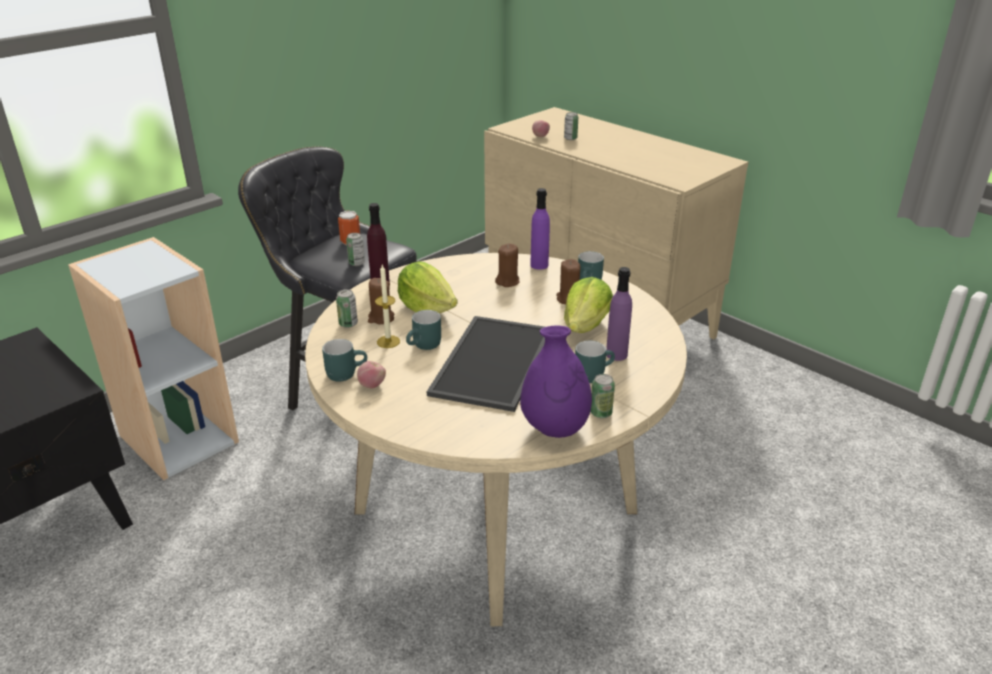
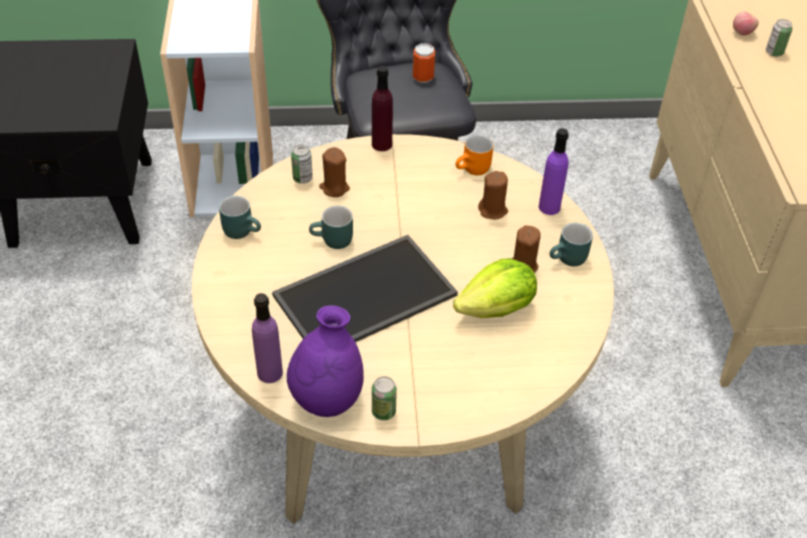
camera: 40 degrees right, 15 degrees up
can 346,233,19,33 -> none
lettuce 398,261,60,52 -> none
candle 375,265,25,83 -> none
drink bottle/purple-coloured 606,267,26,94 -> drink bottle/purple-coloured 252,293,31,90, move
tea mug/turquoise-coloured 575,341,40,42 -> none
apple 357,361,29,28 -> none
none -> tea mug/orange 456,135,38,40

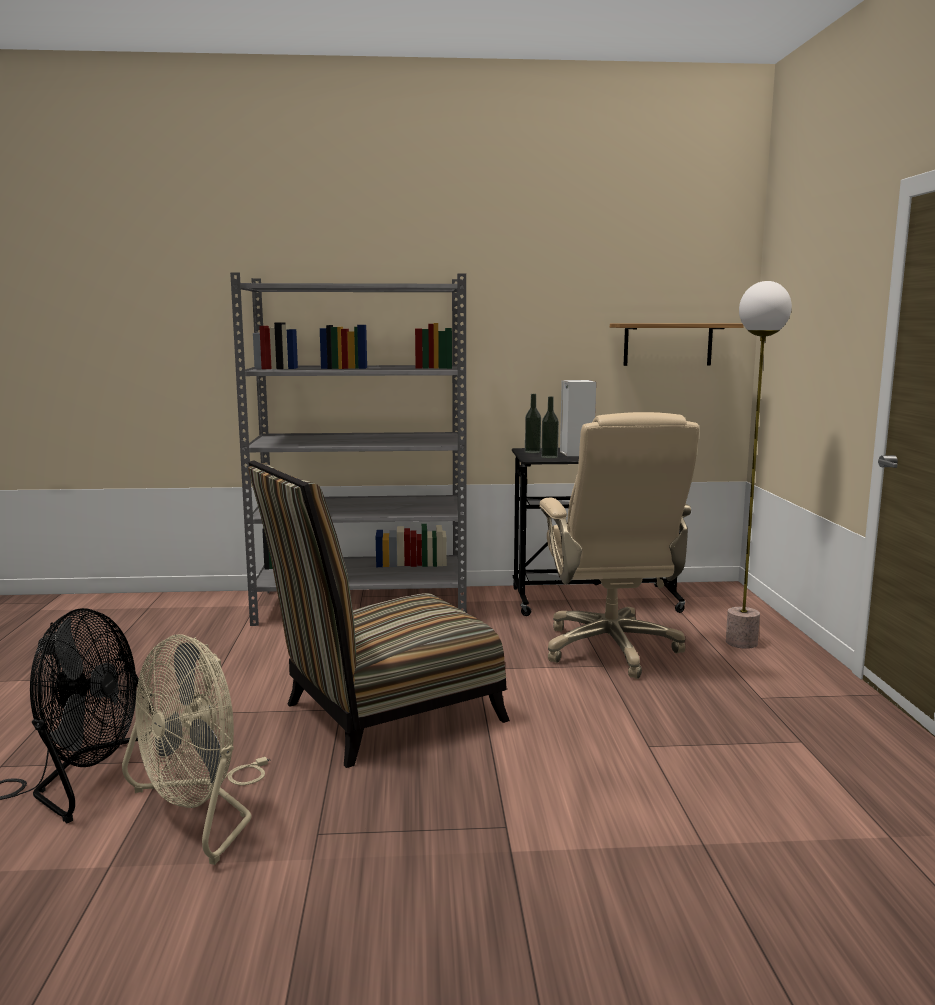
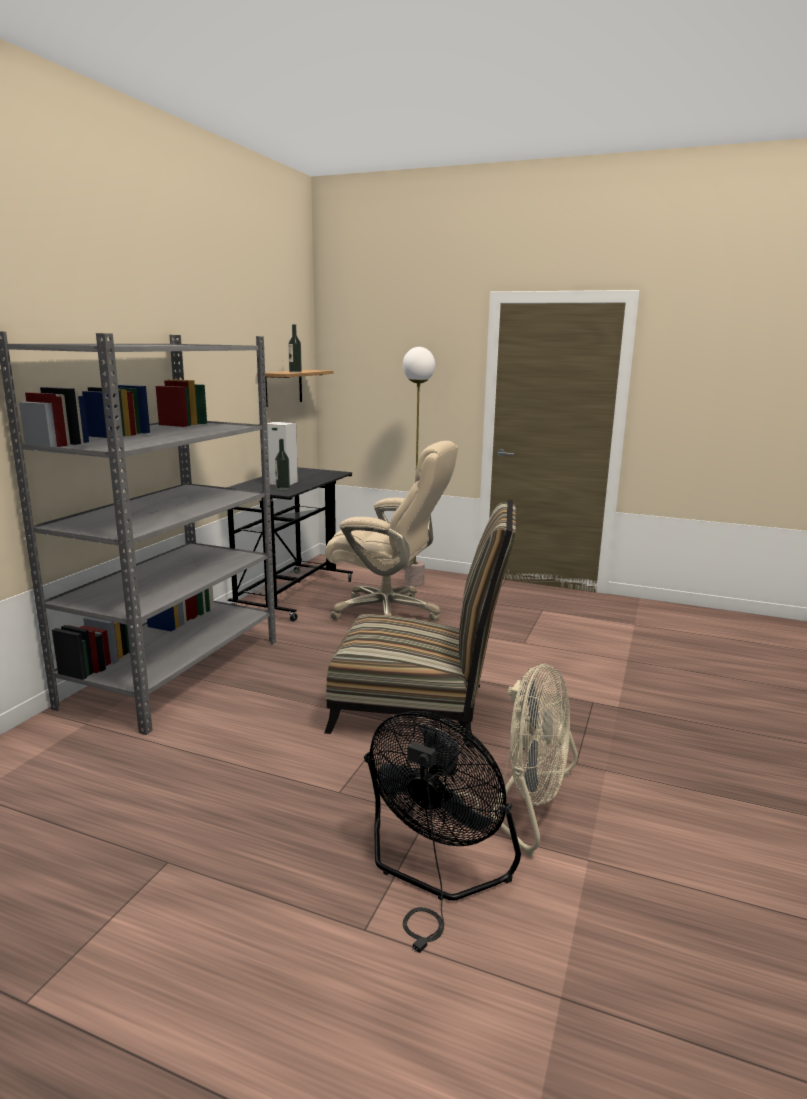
camera: 65 degrees left, 5 degrees up
drink bottle 525,394,16,59 -> drink bottle 288,324,14,48, move
chair 248,460,262,308 -> chair 324,500,192,248, 75 degrees counterclockwise
fan/sand-coloured 122,634,148,231 -> fan/sand-coloured 456,664,122,193, 45 degrees counterclockwise

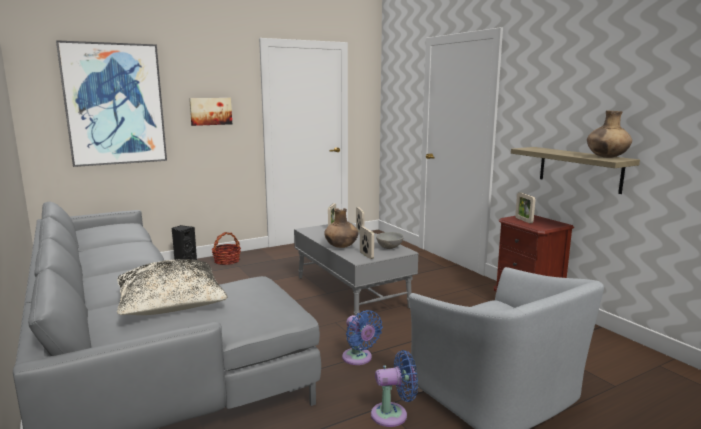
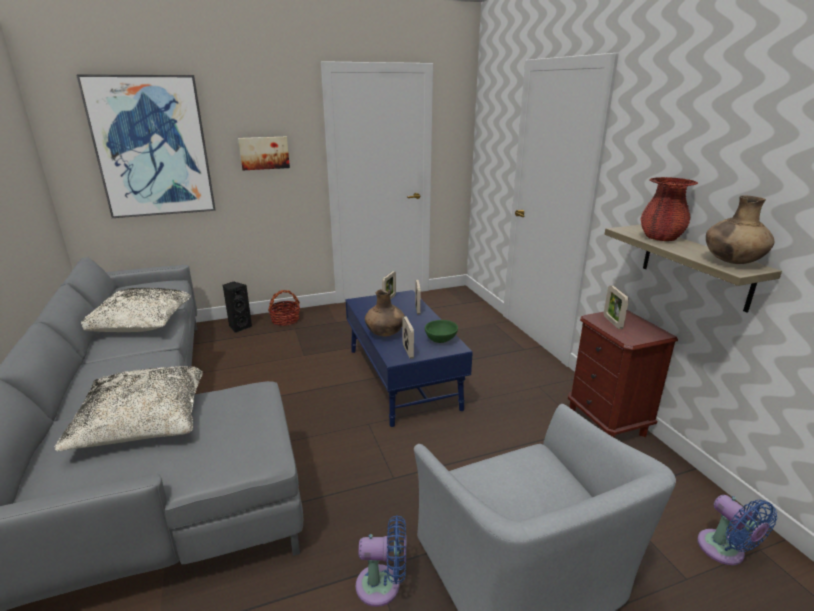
camera: 10 degrees right, 10 degrees up
coffee table/greyish 294,221,124,96 -> coffee table/bluish 345,290,128,137
serving bowl/greyish 376,232,28,17 -> serving bowl/green-coloured 425,320,33,23
fan/bluish 342,310,41,55 -> fan/bluish 697,495,80,70, move
none -> vase/red-coloured 641,177,57,64
none -> cushion/sand-coloured 81,288,109,44

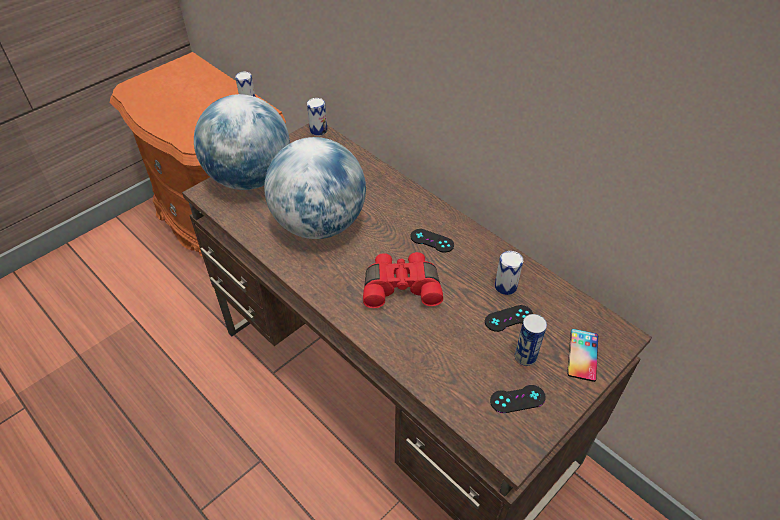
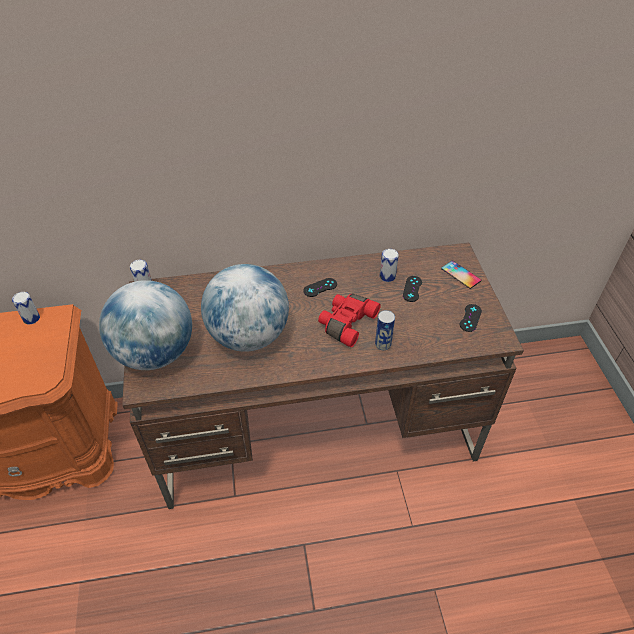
camera: 55 degrees left, 0 degrees up
can 515,314,32,52 -> can 375,310,20,40, move

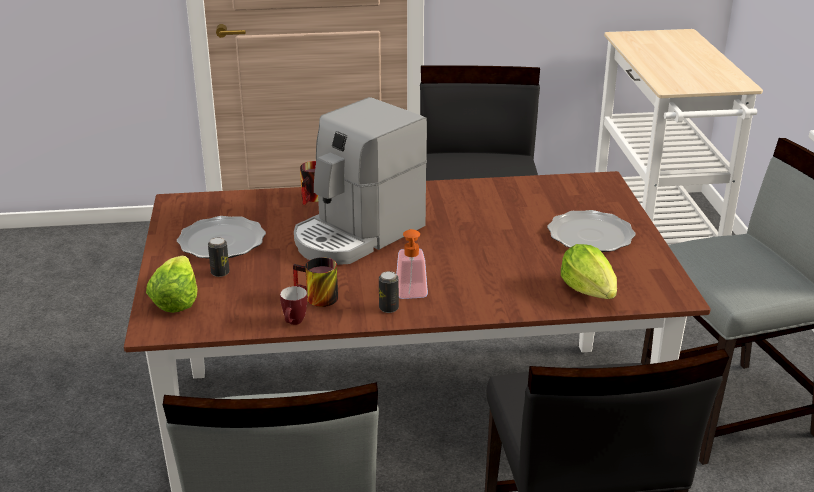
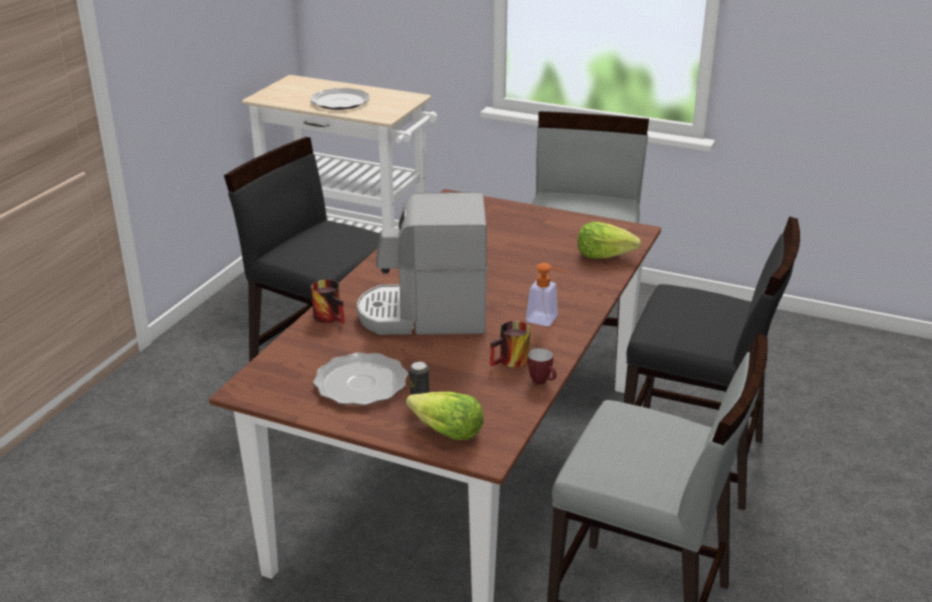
camera: 60 degrees left, 0 degrees up
coffee machine 294,97,133,168 -> coffee machine 357,192,130,143, 105 degrees clockwise
flat dish 547,210,89,42 -> flat dish 310,88,60,22, move
can 379,271,20,42 -> none

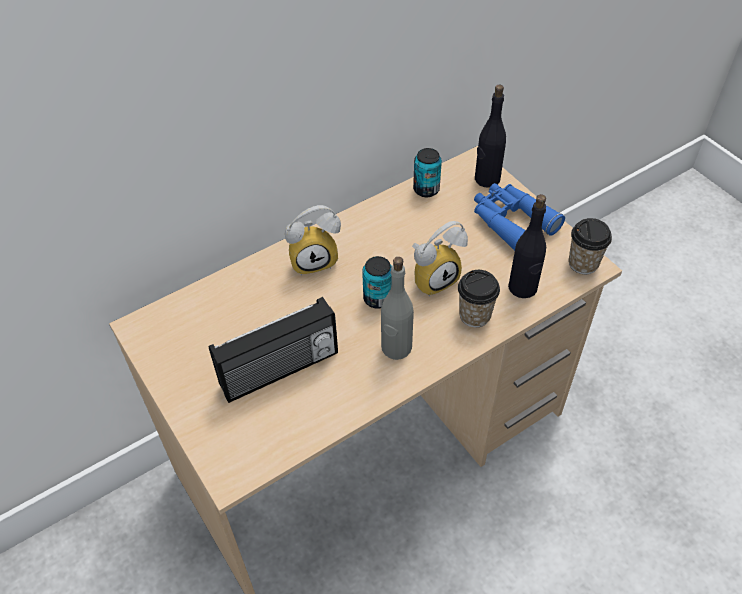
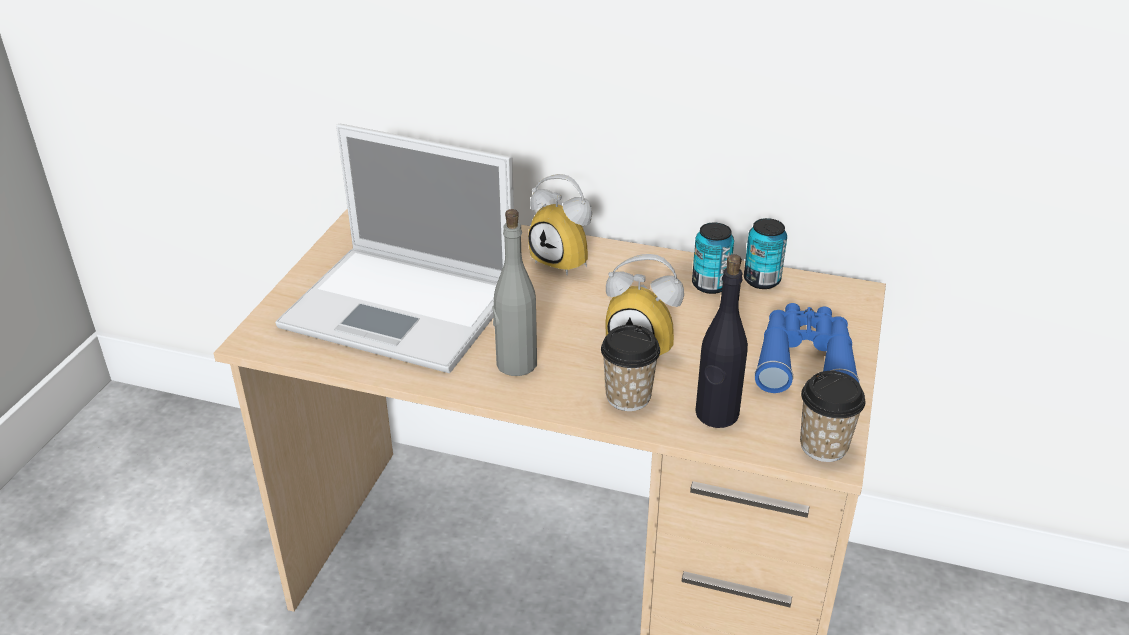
camera: 50 degrees right, 15 degrees down
drink bottle/black 475,85,31,103 -> none
can 362,256,30,53 -> can 692,223,42,71, move
radio set 209,297,129,106 -> notebook computer 275,124,239,249

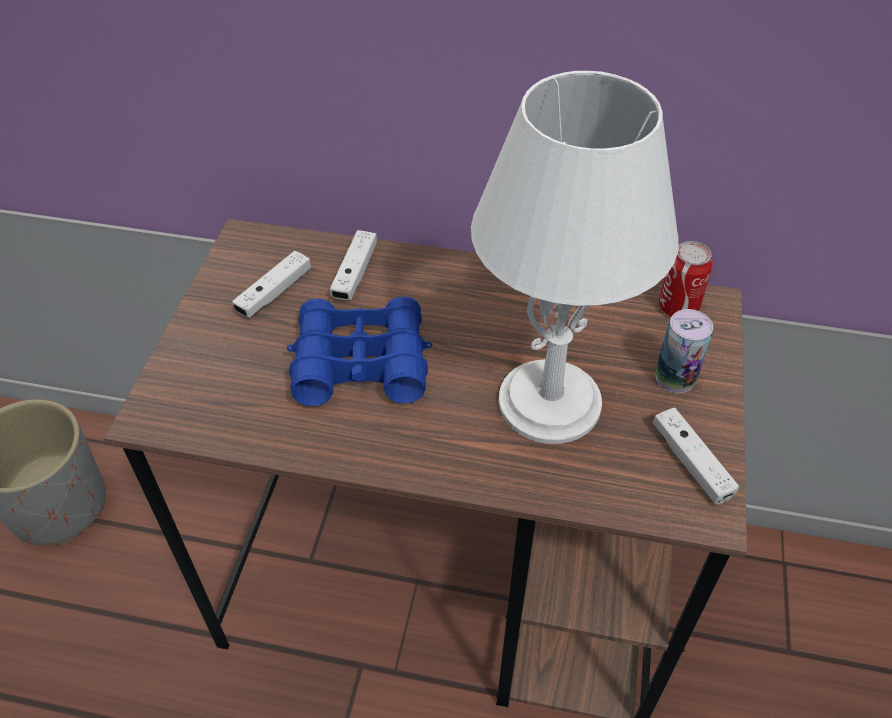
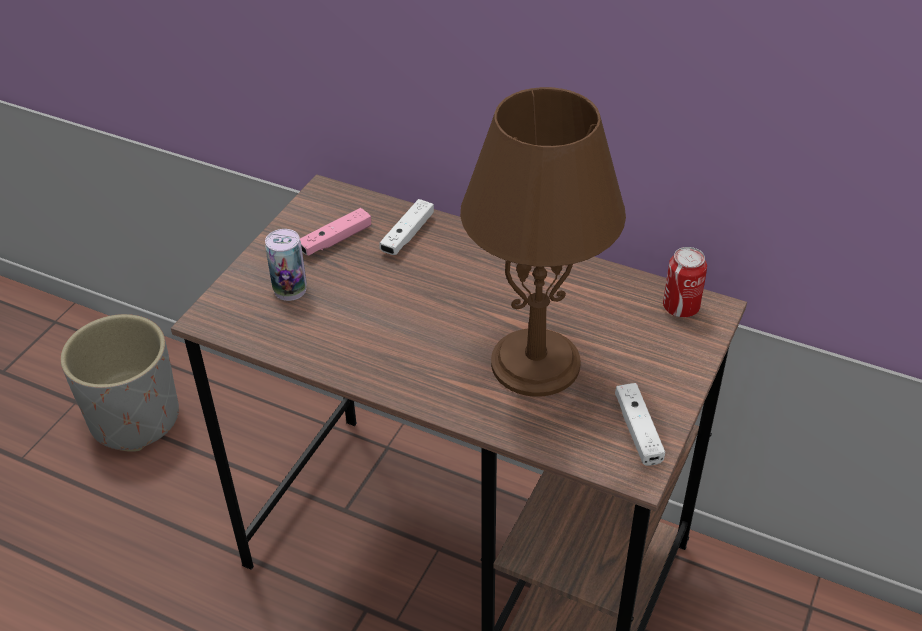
camera: 15 degrees right, 5 degrees down
table lamp/white-coloured 471,71,207,373 -> table lamp/brownish 460,87,166,310
gamepad/white-coloured 232,251,79,67 -> gamepad/pink-coloured 300,208,71,48
binoculars/bluish 287,297,145,109 -> none
can 656,309,57,85 -> can 265,229,42,72, move

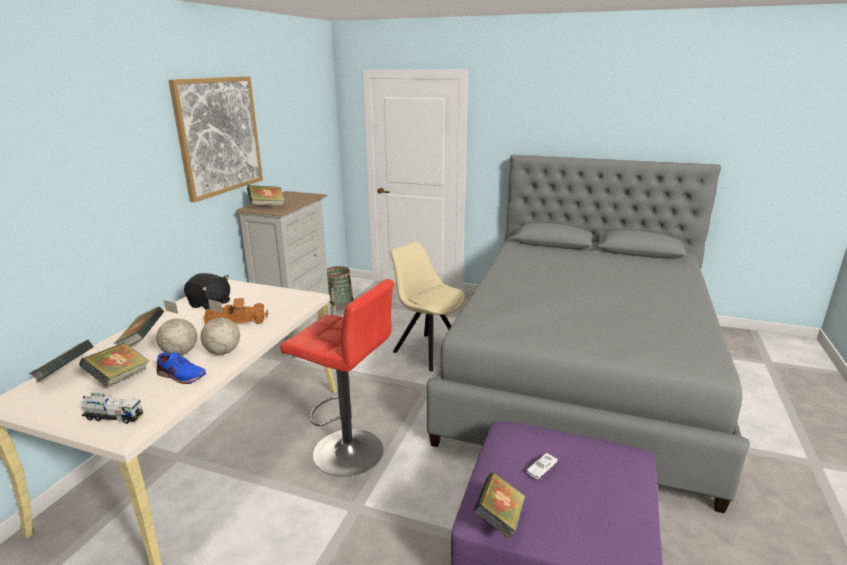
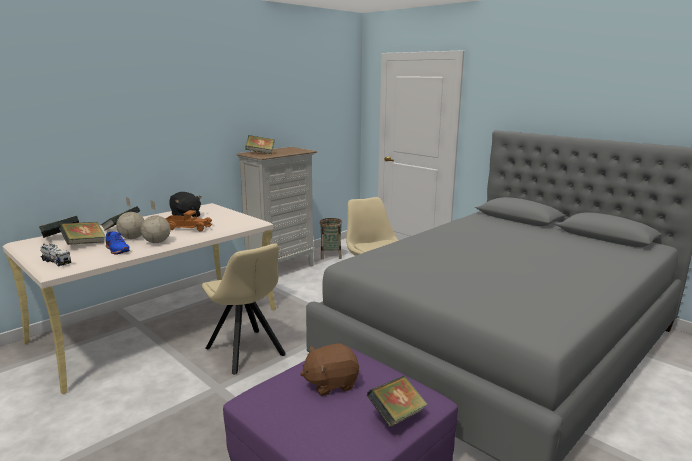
camera: 25 degrees right, 5 degrees down
picture 168,76,95,126 -> none
stool seat/red-coloured 280,279,114,198 -> chair/sand-coloured 202,243,84,132
miniature car/white-coloured 526,453,32,27 -> plush toy/brownish 300,343,59,53
volume 473,472,52,67 -> volume 367,376,61,51, move

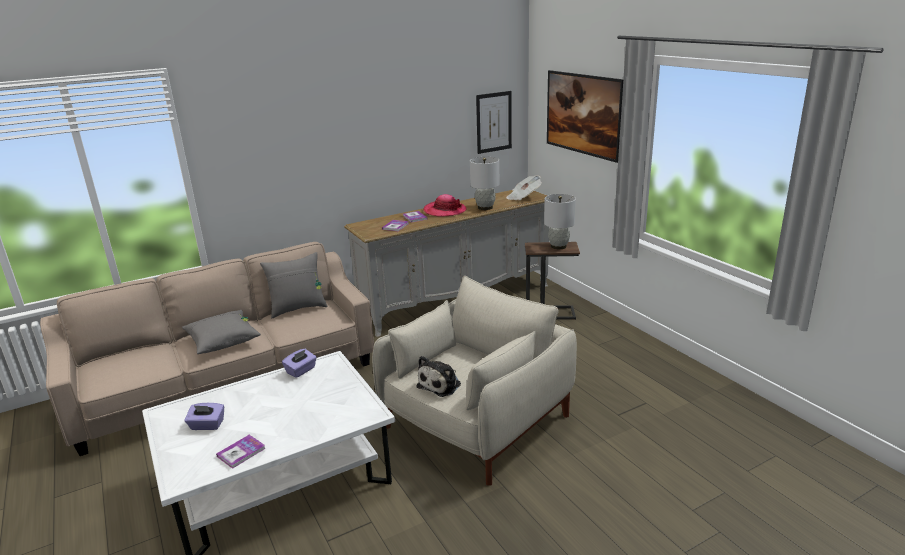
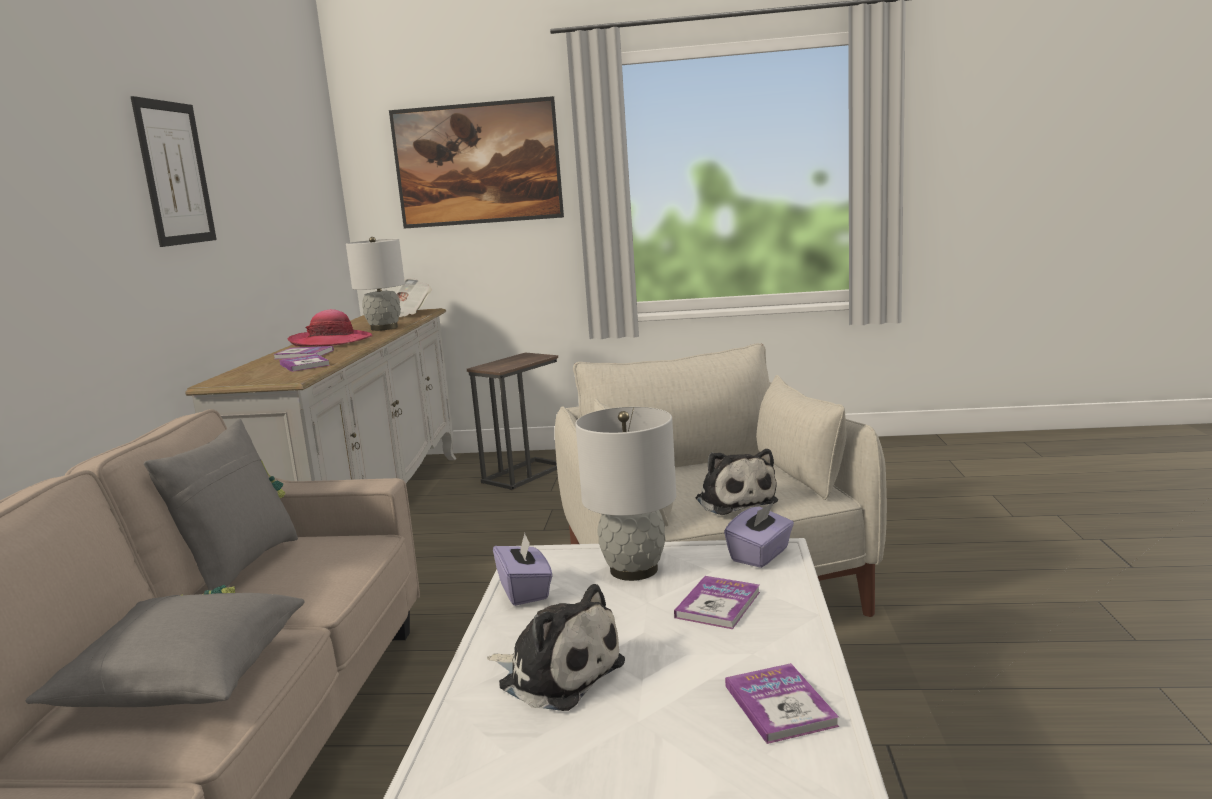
camera: 55 degrees left, 10 degrees down
picture 476,91,36,63 -> picture 131,96,86,151, move
table lamp/white-coloured 544,194,32,55 -> table lamp/white-coloured 575,407,101,174, move
tissue holder/purple-coloured 184,403,40,27 -> tissue holder/purple-coloured 724,502,70,66, move
none -> volume 674,576,86,53
none -> plush toy 487,584,138,127

